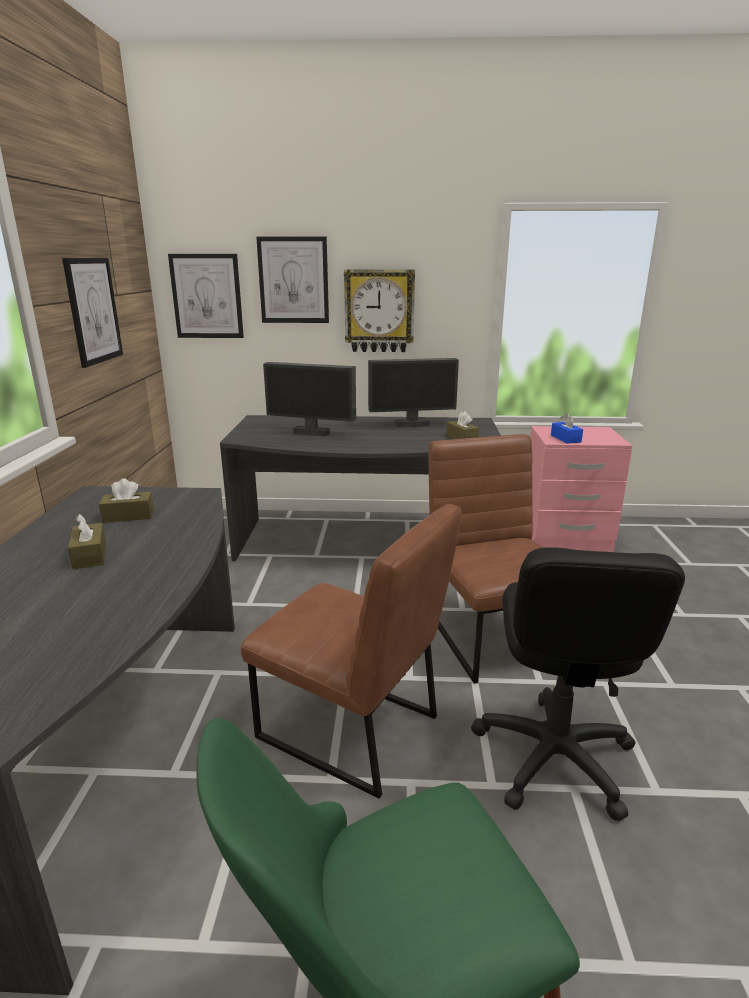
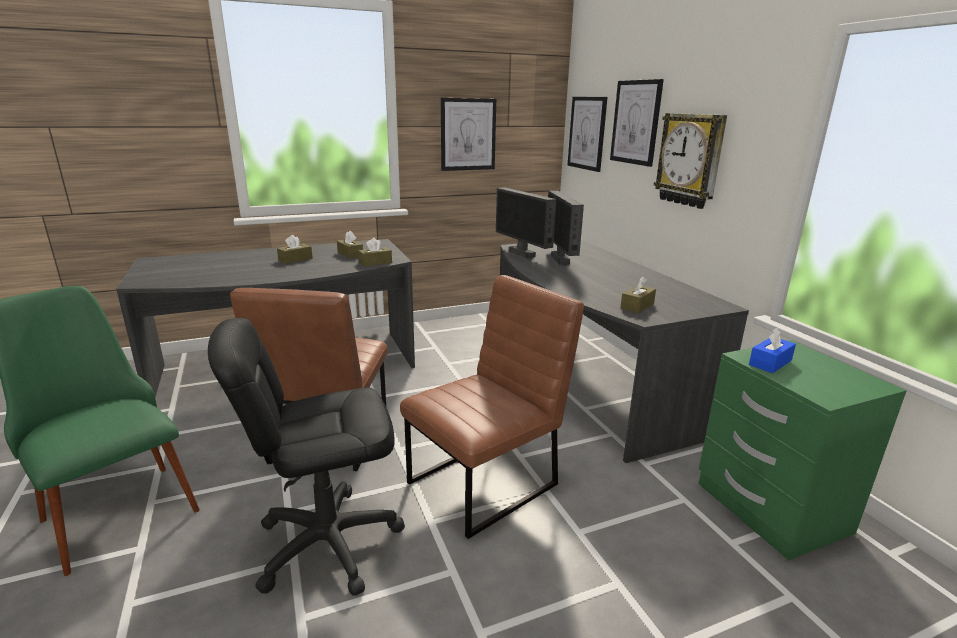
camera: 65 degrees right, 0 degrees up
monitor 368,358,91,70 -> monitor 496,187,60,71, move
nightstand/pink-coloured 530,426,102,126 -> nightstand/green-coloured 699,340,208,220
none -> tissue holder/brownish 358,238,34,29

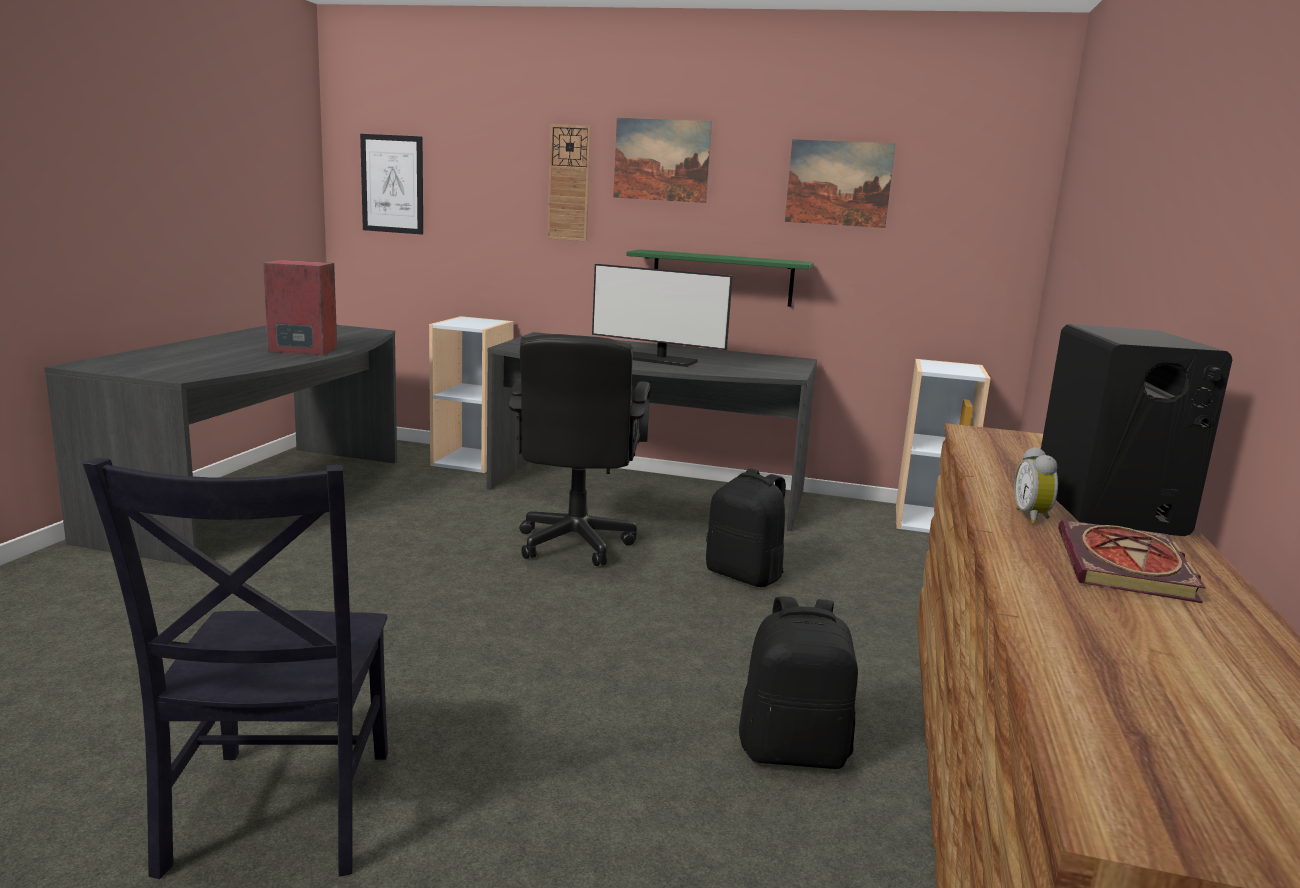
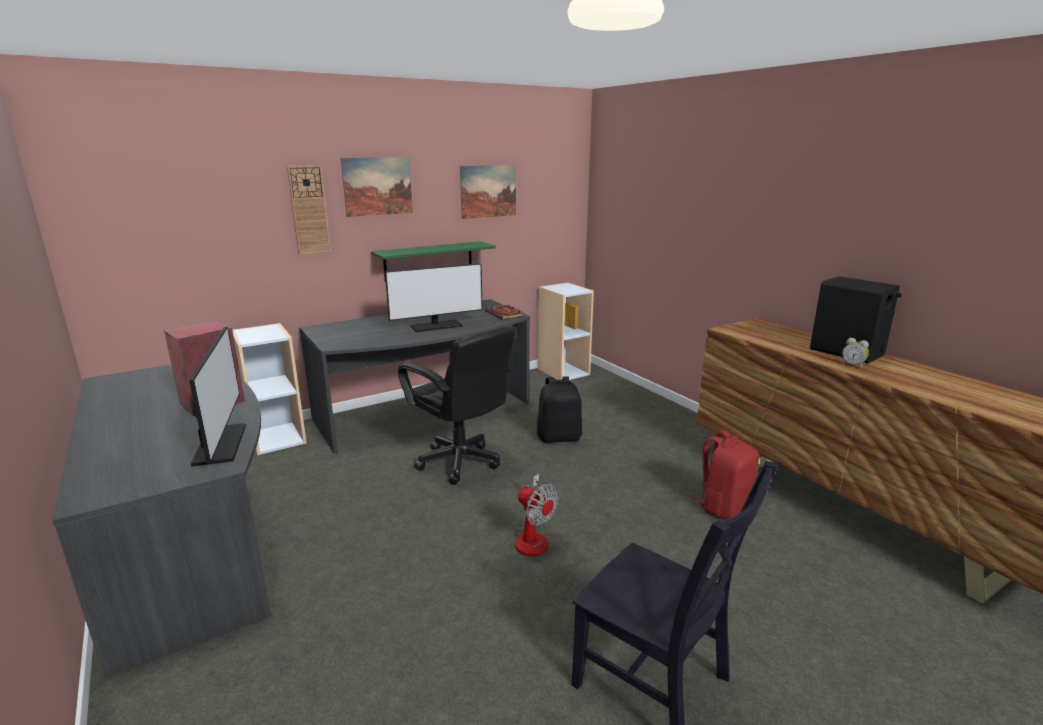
camera: 45 degrees left, 5 degrees up
picture 360,134,63,101 -> none
volume 1058,520,148,83 -> volume 485,305,39,15, move
knapsack/black 739,596,119,173 -> knapsack/red-coloured 690,430,69,89
none -> monitor 189,326,57,141
none -> fan 514,474,44,82

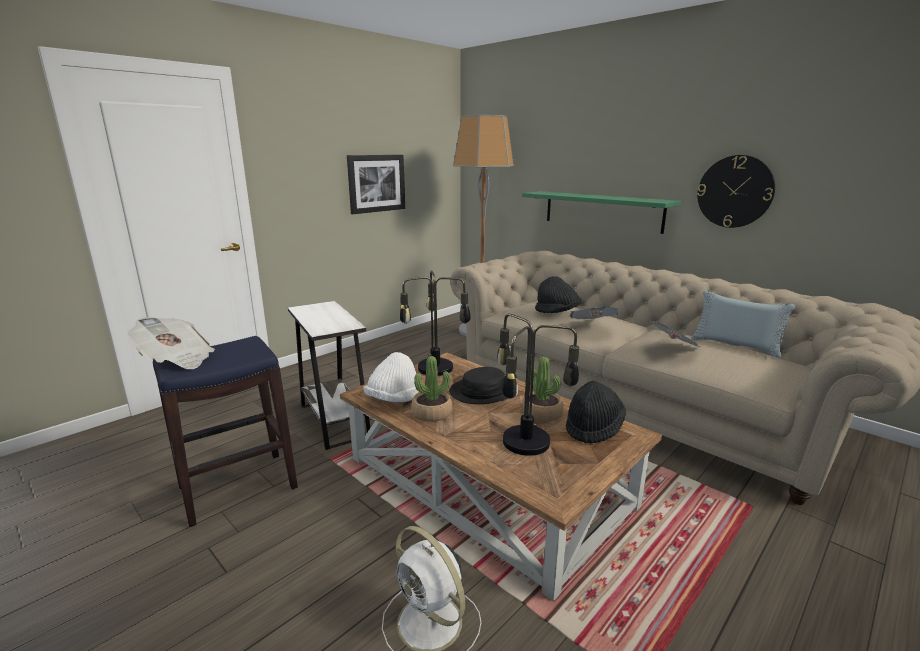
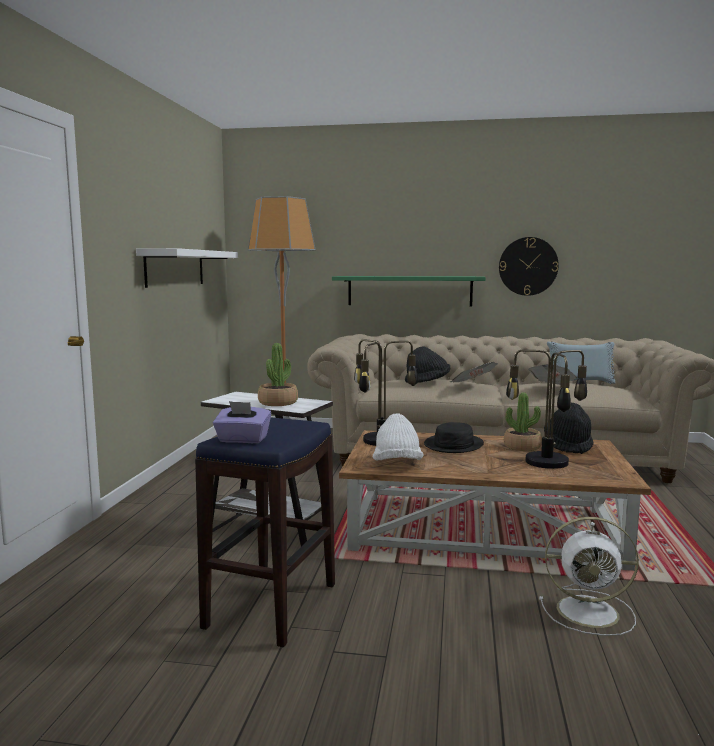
camera: 35 degrees left, 10 degrees down
picture 347,155,58,59 -> wall shelf/white-coloured 136,248,102,40
daily paper 128,317,87,52 -> tissue holder/purple-coloured 213,401,58,42
plant in a pot 411,356,41,66 -> plant in a pot 258,343,40,63, move

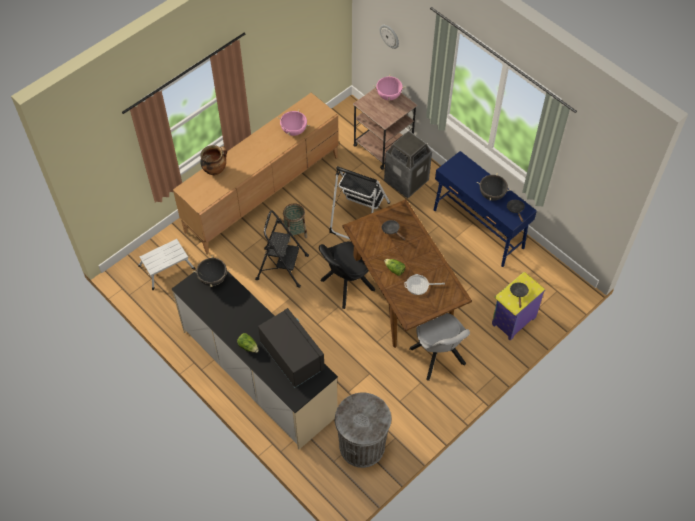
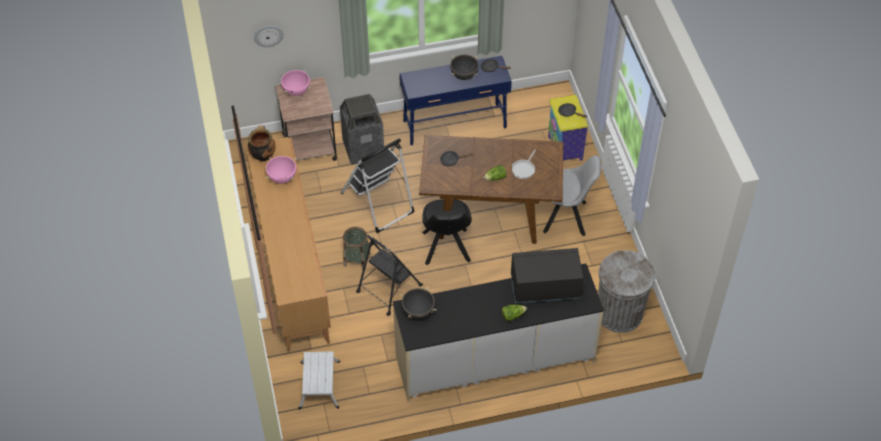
camera: 60 degrees left, 5 degrees down
cooking pot 200,145,27,30 -> cooking pot 248,125,28,36, move

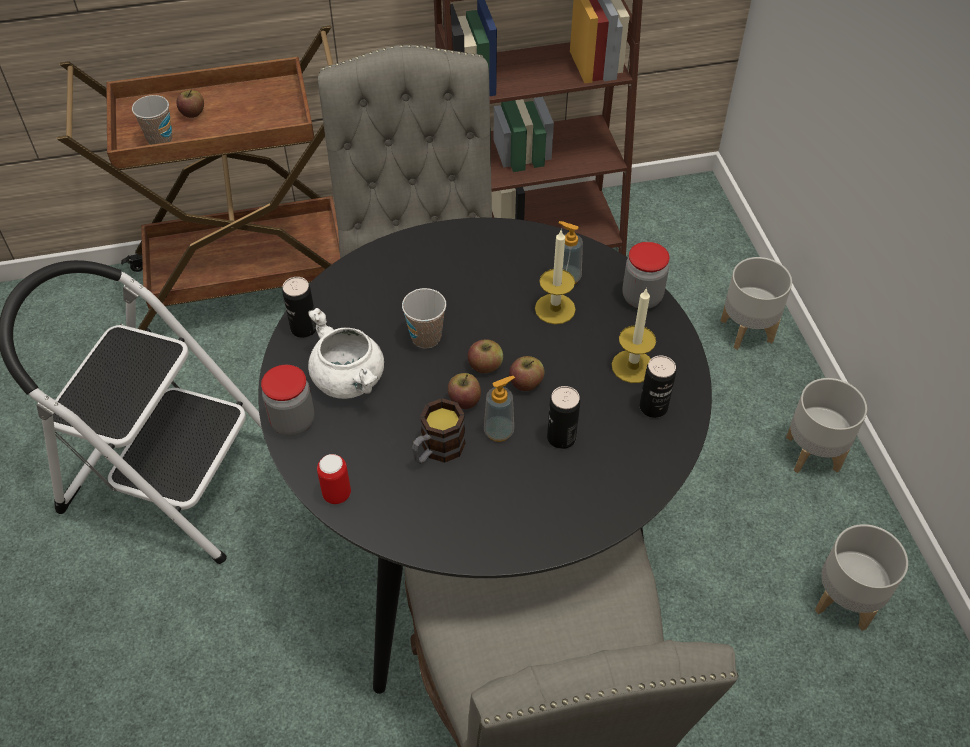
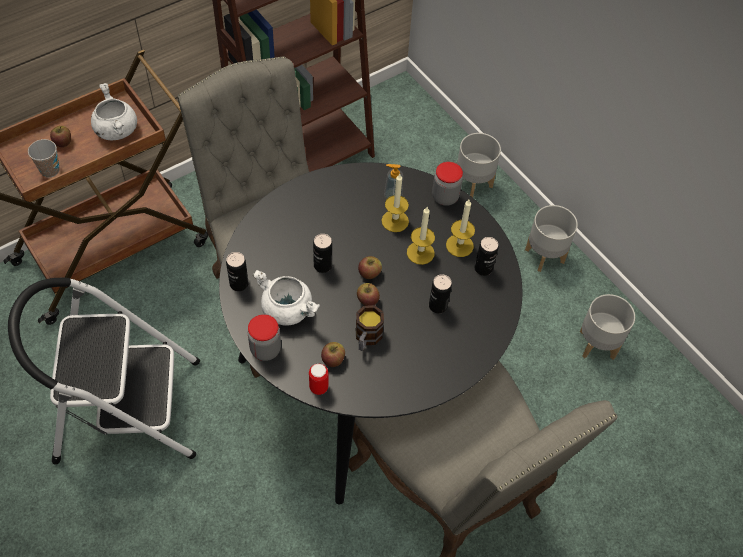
camera: 25 degrees left, 5 degrees up
cup 402,288,44,61 -> can 313,234,19,39
apple 509,356,35,35 -> apple 321,342,24,25, move
soap dispenser 484,376,31,66 -> none
none -> cooking pot/white-coloured 91,83,46,57
none -> candle 407,207,28,58

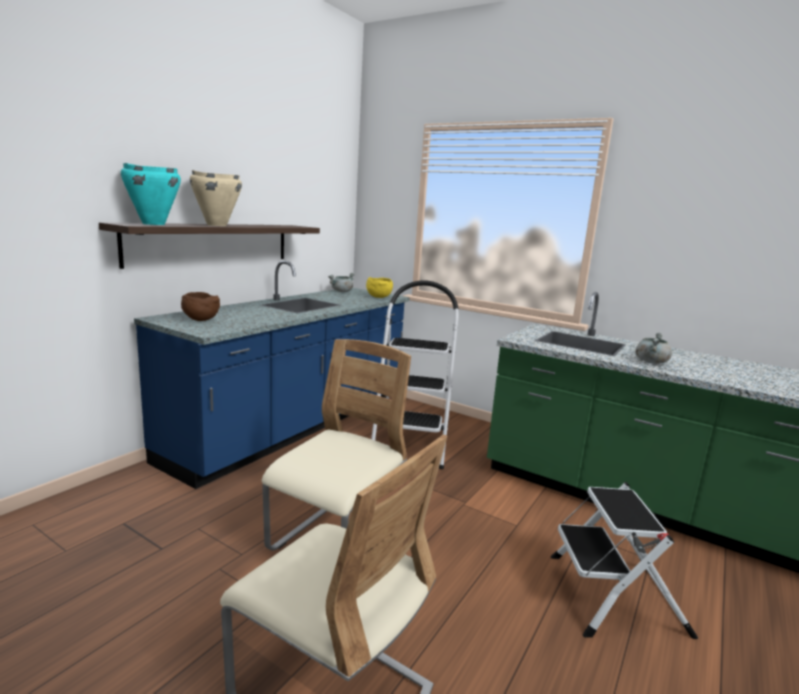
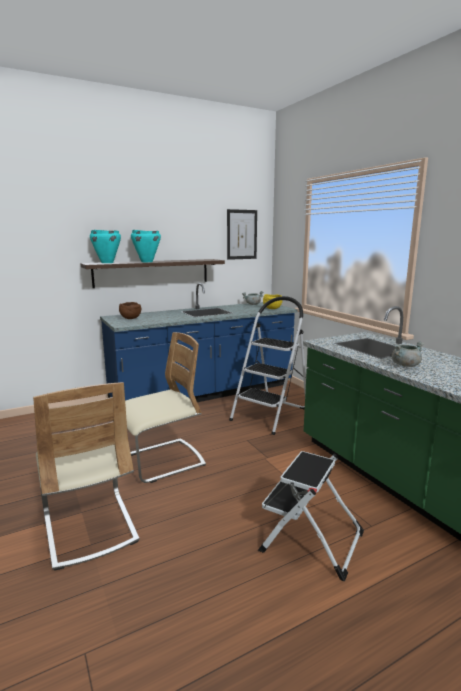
camera: 30 degrees right, 0 degrees up
cooking pot/sand-coloured 190,170,52,56 -> cooking pot/turquoise-coloured 131,230,30,32
none -> picture 227,209,30,51

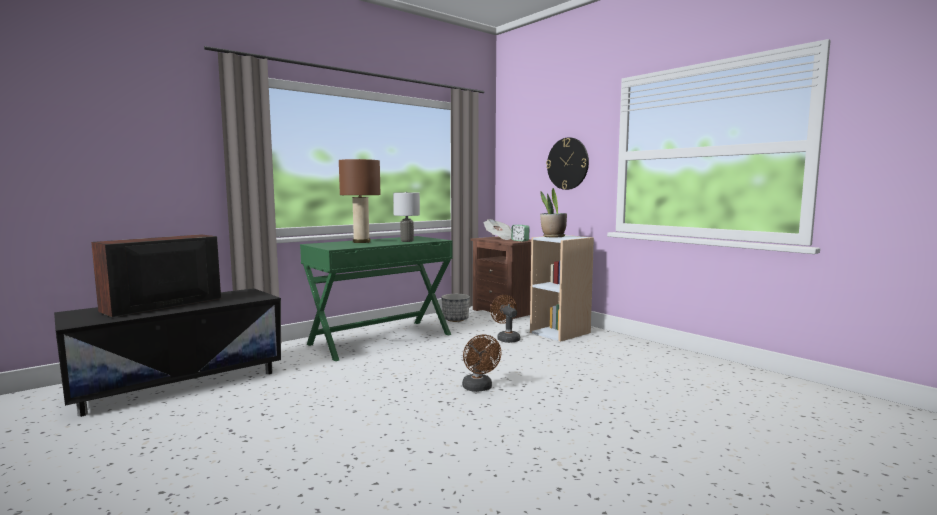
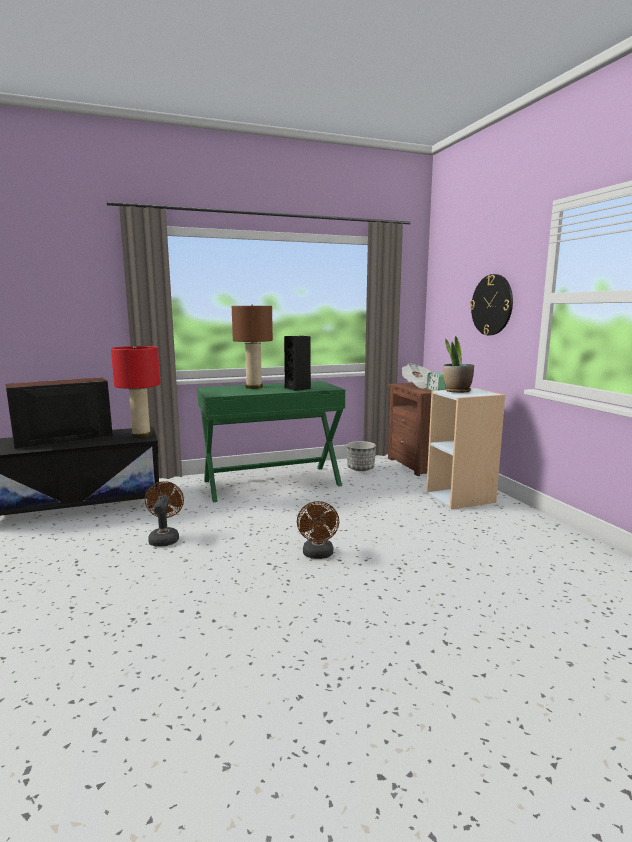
camera: 20 degrees right, 5 degrees up
table lamp/white-coloured 393,192,27,50 -> speaker/black 284,336,27,55
fan/brownish 490,295,30,48 -> fan/brownish 145,481,39,65, move
none -> table lamp/red-coloured 111,346,49,92

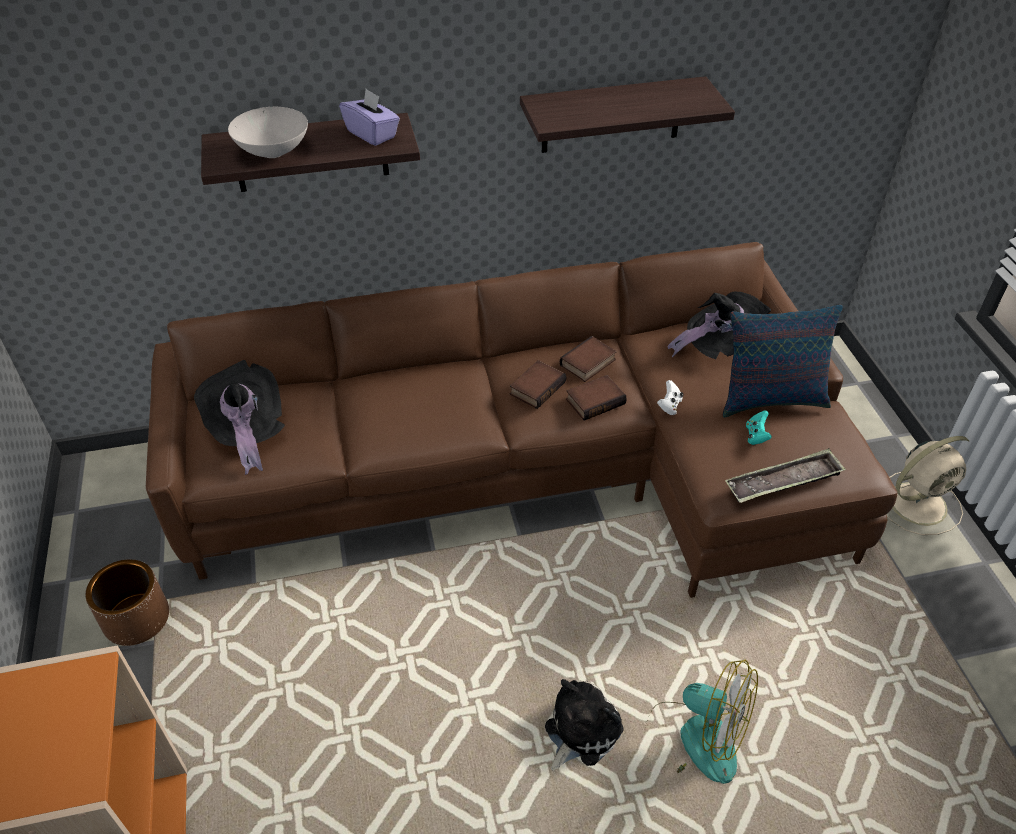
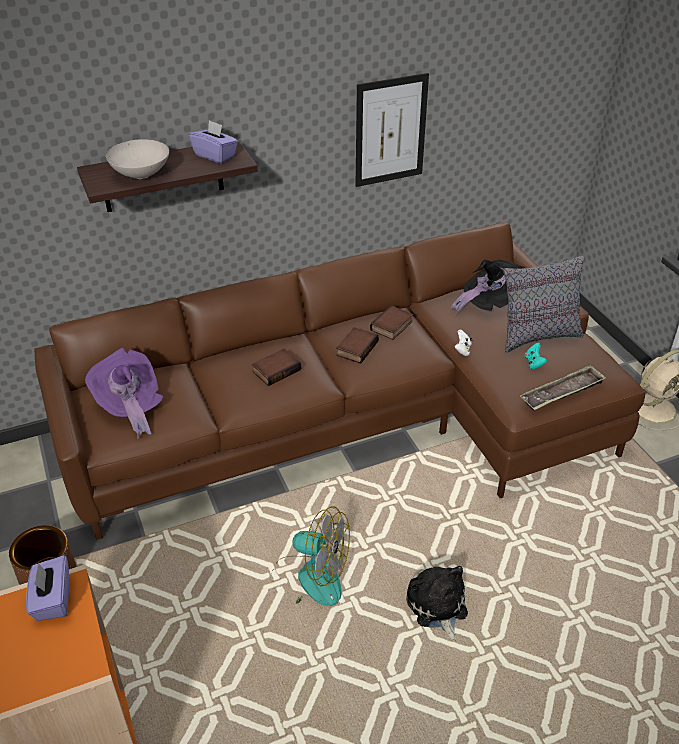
camera: 10 degrees left, 5 degrees down
wall shelf 520,76,215,77 -> picture 356,73,73,114
cushion/bluish 723,305,120,113 -> cushion/greyish 503,256,81,97
wearable hat/black 194,360,91,115 -> wearable hat/purple-coloured 85,348,78,91
volume 566,375,61,46 -> volume 252,349,49,37, move
fan 646,660,112,124 -> fan 271,506,79,100, move
plush toy 545,679,78,92 -> plush toy 406,566,62,75, 45 degrees counterclockwise
none -> tissue holder/purple-coloured 26,555,43,66

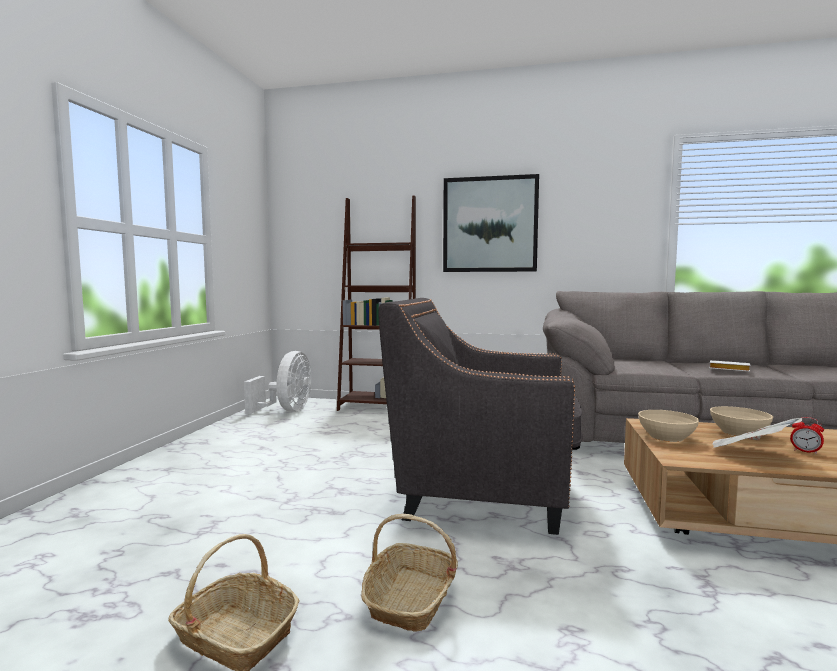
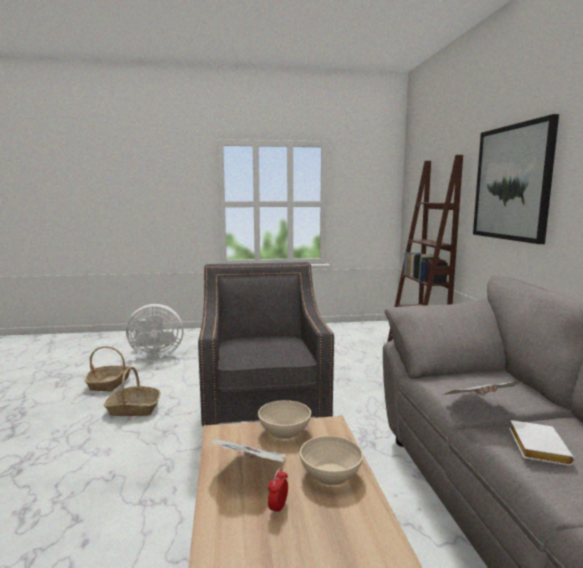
camera: 70 degrees right, 5 degrees up
fan/white-coloured 244,351,67,63 -> fan/white-coloured 126,304,58,54, move
none -> daily paper 442,381,80,15

